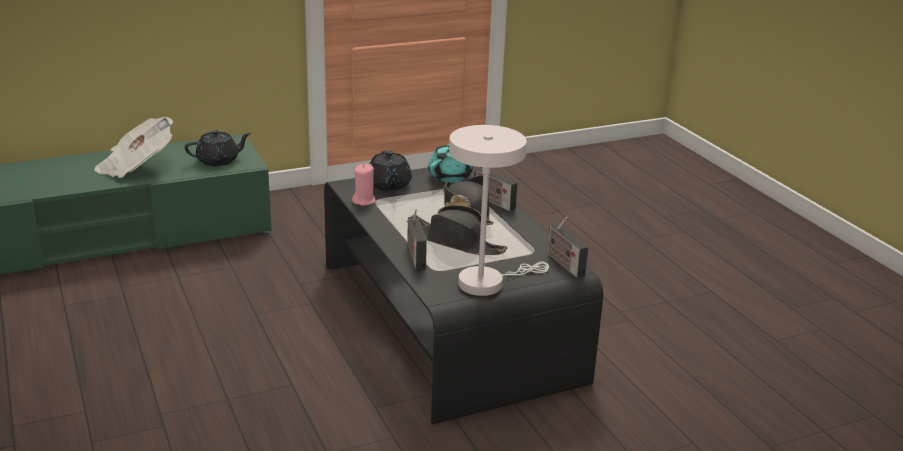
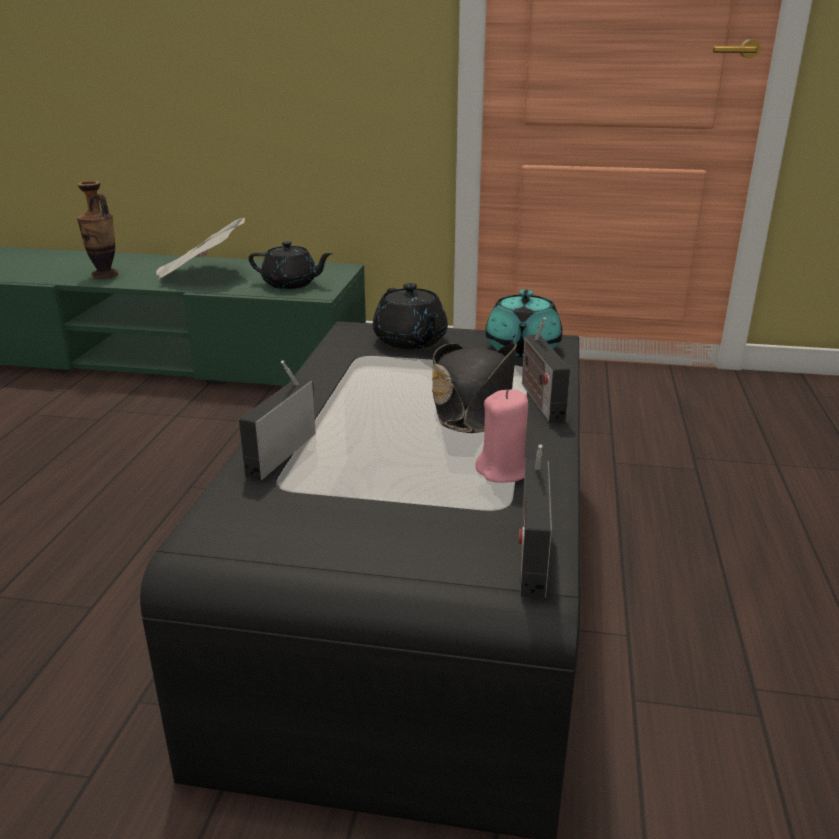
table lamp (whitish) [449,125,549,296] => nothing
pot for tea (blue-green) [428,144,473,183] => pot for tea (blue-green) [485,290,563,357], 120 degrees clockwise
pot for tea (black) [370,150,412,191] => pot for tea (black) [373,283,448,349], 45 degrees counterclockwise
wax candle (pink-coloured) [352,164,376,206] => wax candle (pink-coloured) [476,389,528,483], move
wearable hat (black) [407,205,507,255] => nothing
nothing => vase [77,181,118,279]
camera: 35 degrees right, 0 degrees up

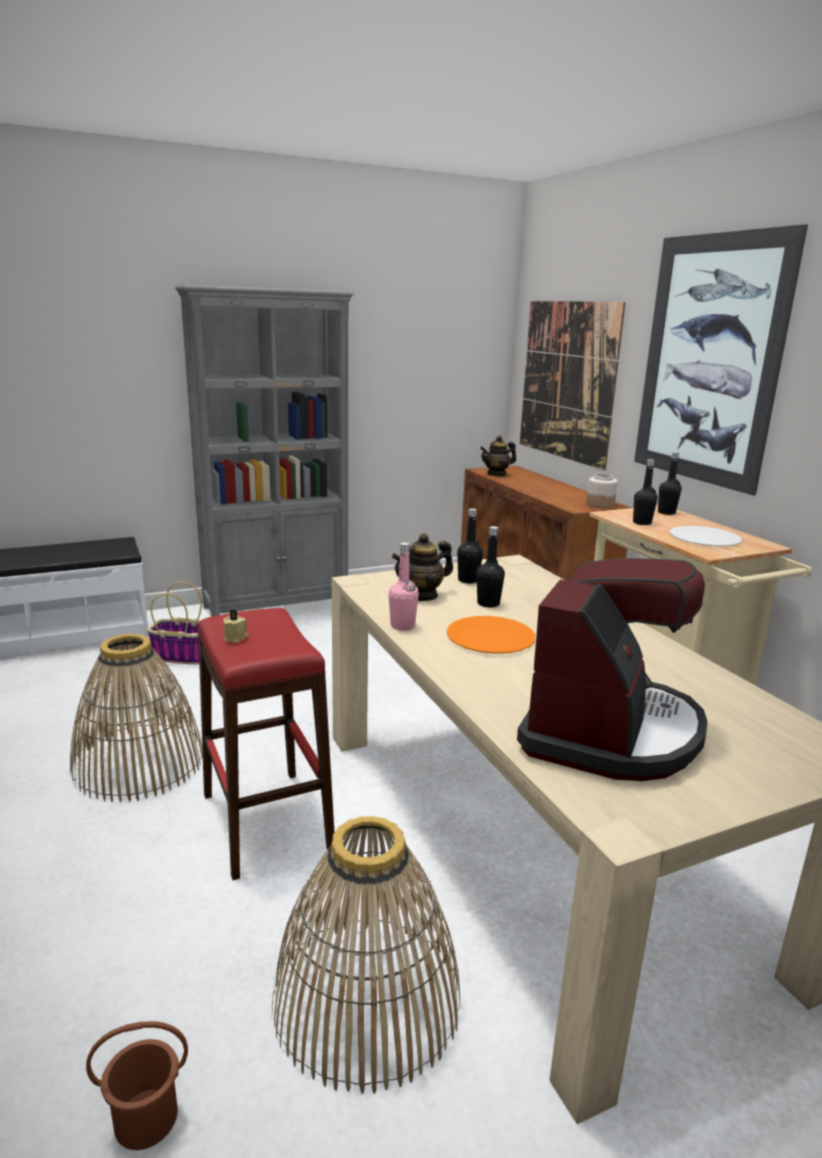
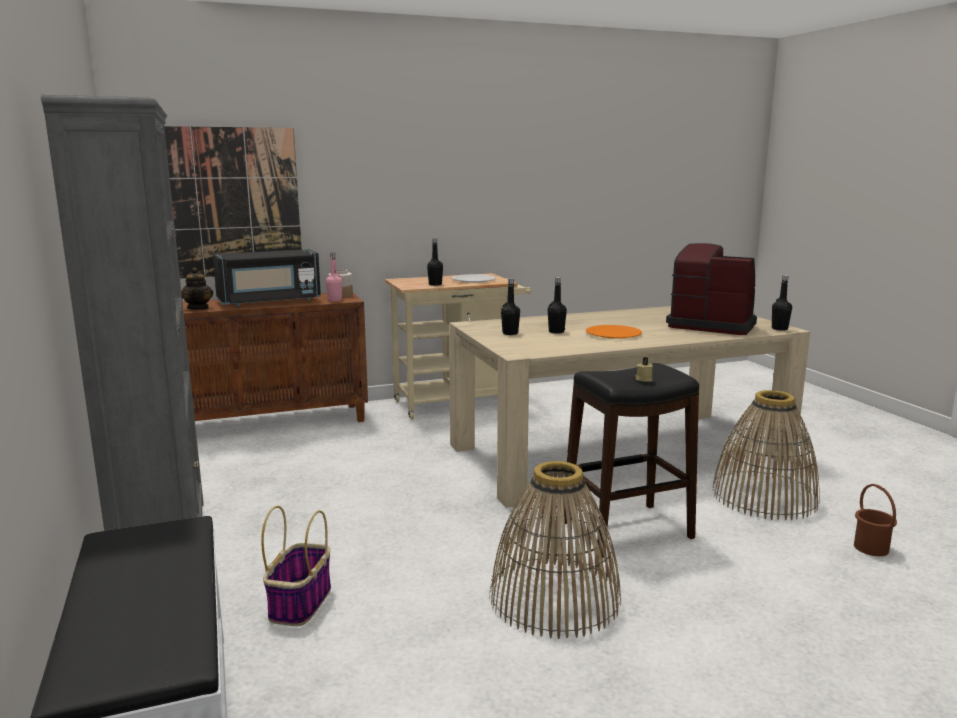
picture [634,224,808,496] => nothing
drink bottle (black) [658,452,682,515] => drink bottle (black) [772,275,792,331], move
pot for tea [392,533,453,601] => nothing
drink bottle (pink-coloured) [388,542,419,631] => drink bottle (pink-coloured) [326,253,342,302], move
sitting stool (reddish) [198,608,334,880] => sitting stool (black) [564,363,699,558]
nothing => microwave (black) [213,249,321,307]
camera: 85 degrees left, 5 degrees down

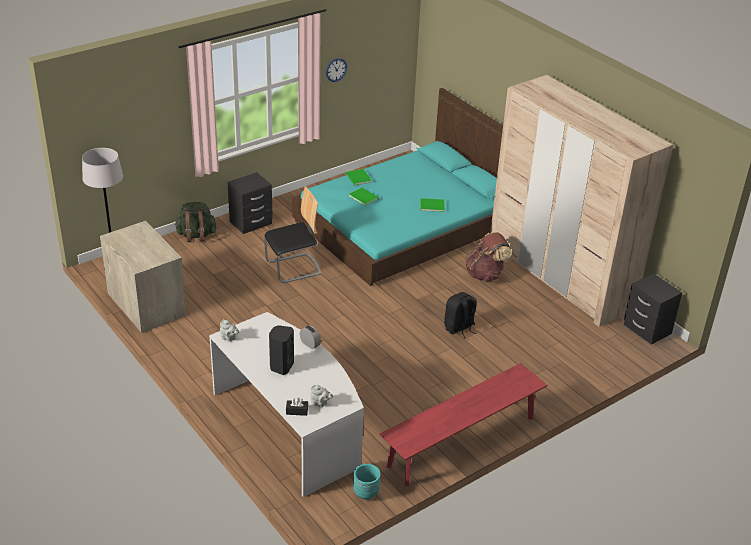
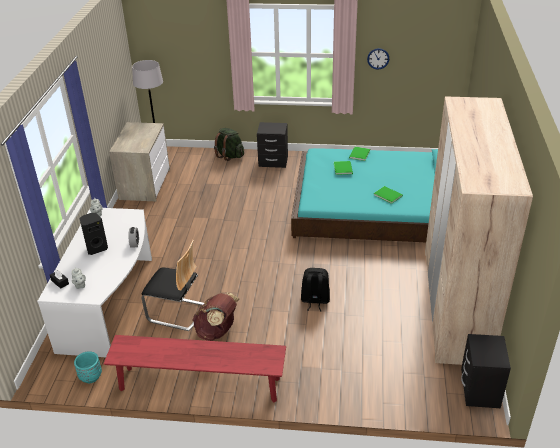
chair [264,186,321,283] => chair [142,240,205,331], move
backpack (brownish) [465,232,512,281] => backpack (brownish) [192,292,239,341], move
camera: 45 degrees right, 0 degrees up

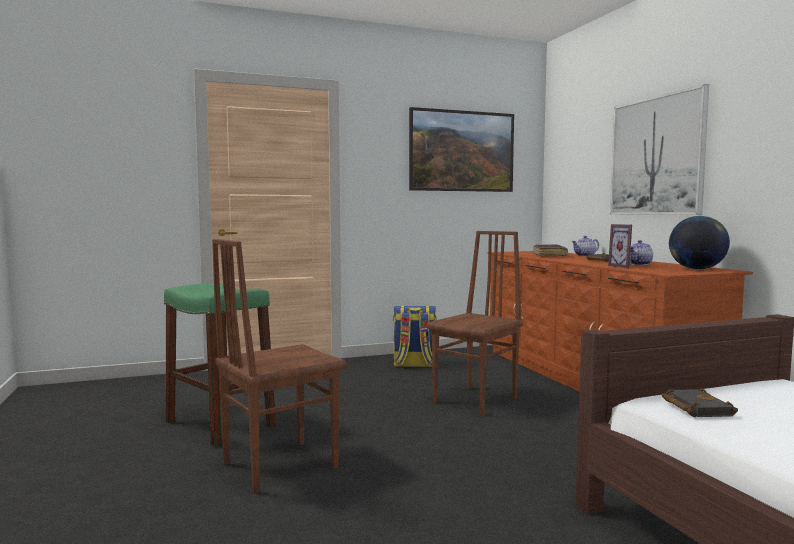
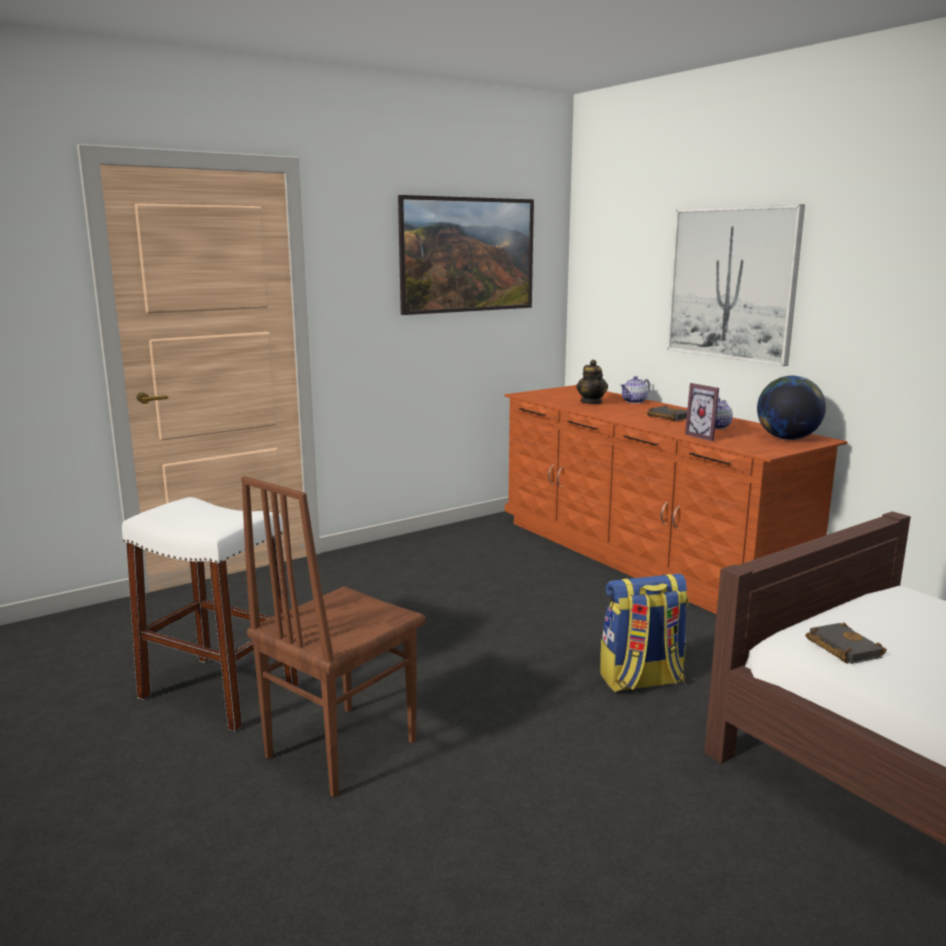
chair (brownish) [427,231,523,416] => nothing
book (brownish) [533,244,568,257] => pot for tea [576,360,608,404]
sitting stool (greenish) [164,283,276,447] => sitting stool (whitish) [122,497,299,731]
backpack [393,306,437,367] => backpack [600,574,689,692], move
camera: 15 degrees left, 10 degrees up

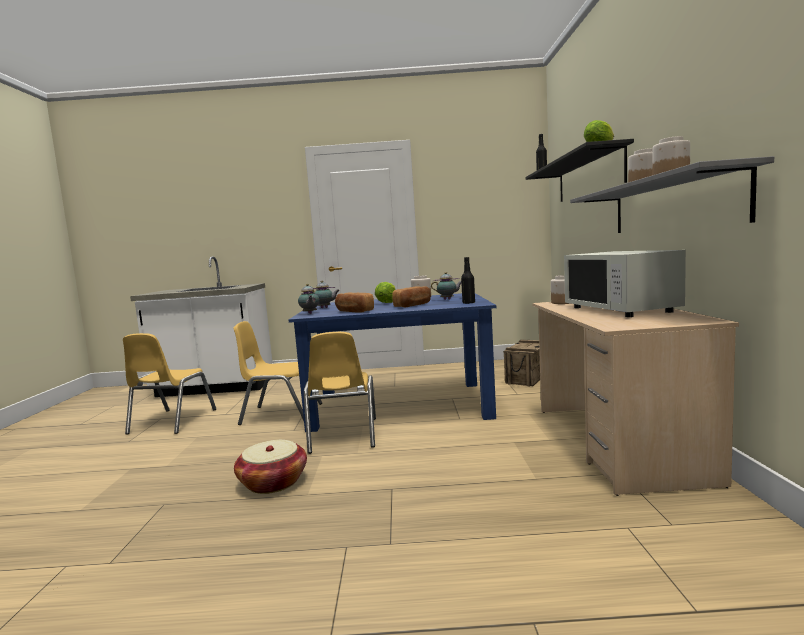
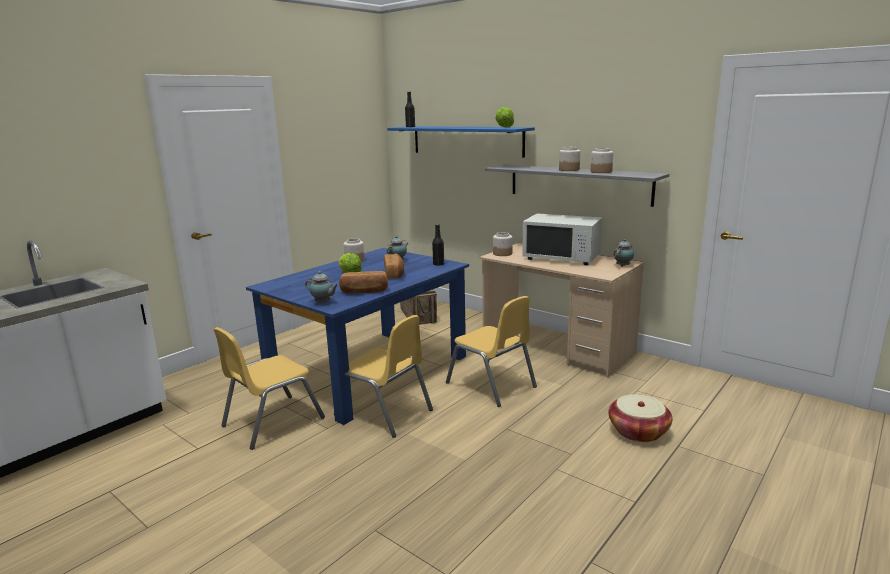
wall shelf (black) [526,139,634,202] => wall shelf (blue) [387,126,535,158]
pot for tea [312,281,340,308] => pot for tea [613,239,634,267], move
chair (yellow-coloured) [123,333,216,435] => chair (yellow-coloured) [446,296,537,407], move
household basket [234,440,307,494] => household basket [608,394,672,442], move
camera: 50 degrees left, 10 degrees up

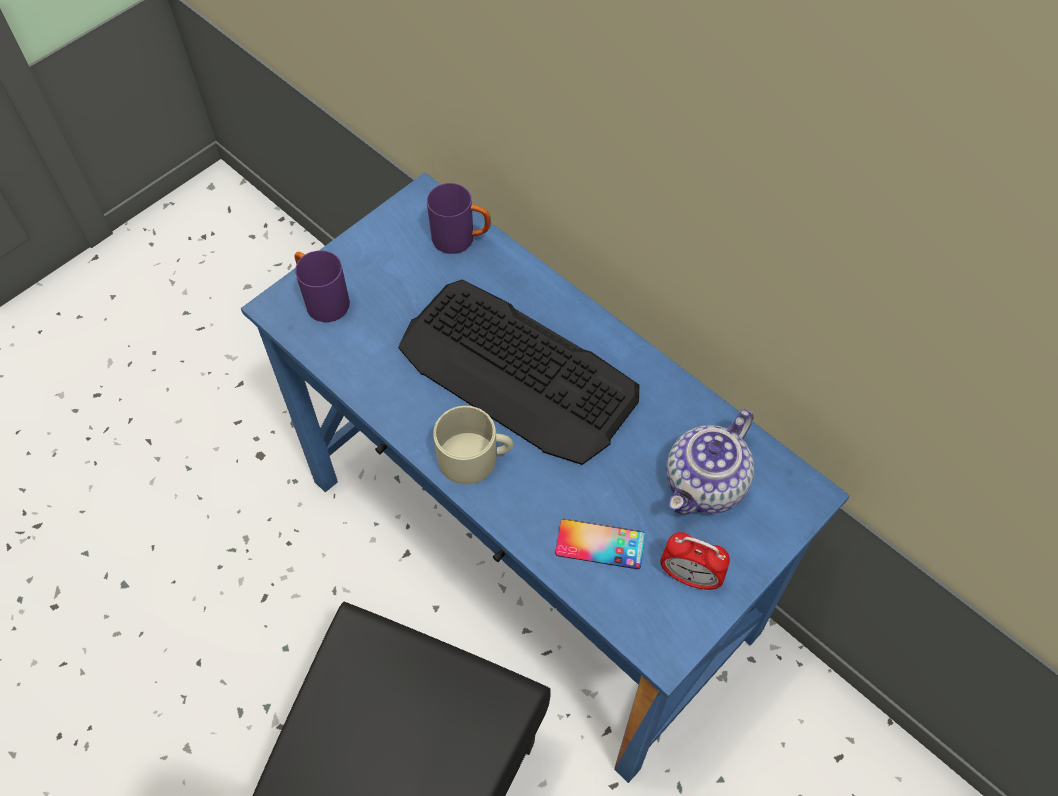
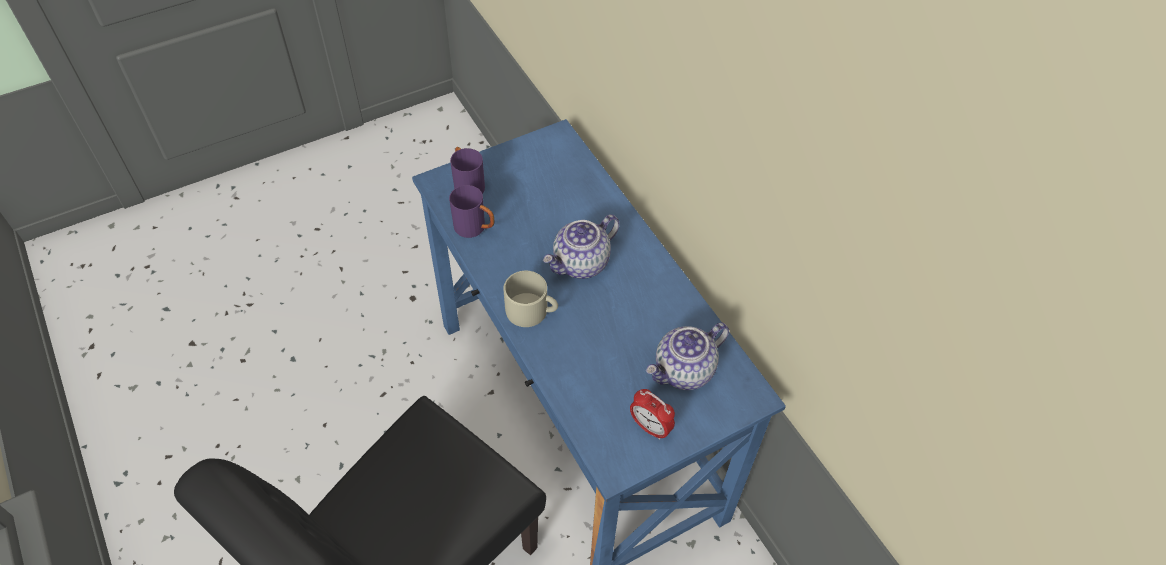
tea mug (purplish) [427,183,491,254] => tea mug (purplish) [449,185,495,238], move
computer keyboard [398,279,639,465] => pot for tea [543,214,620,279]
telephone [555,519,645,569] => nothing
camera: 15 degrees right, 5 degrees down

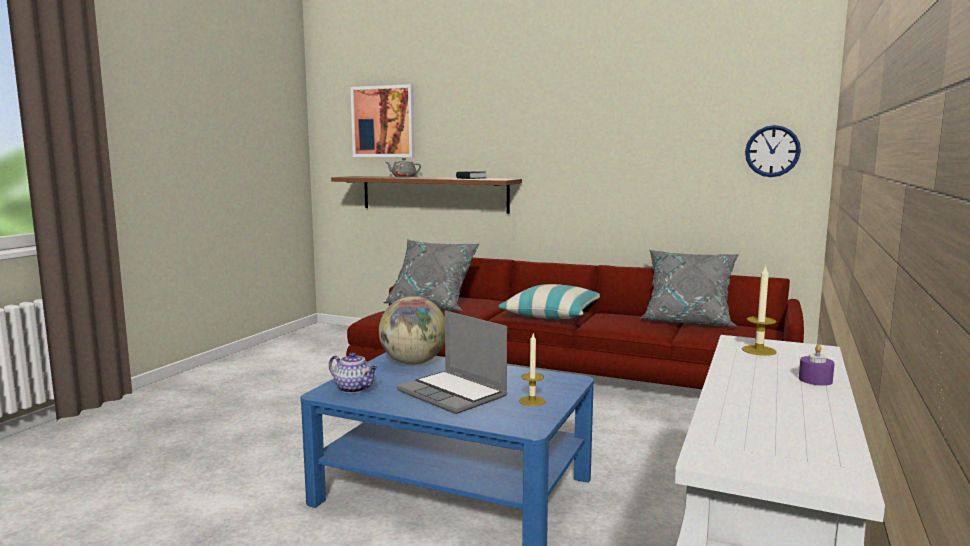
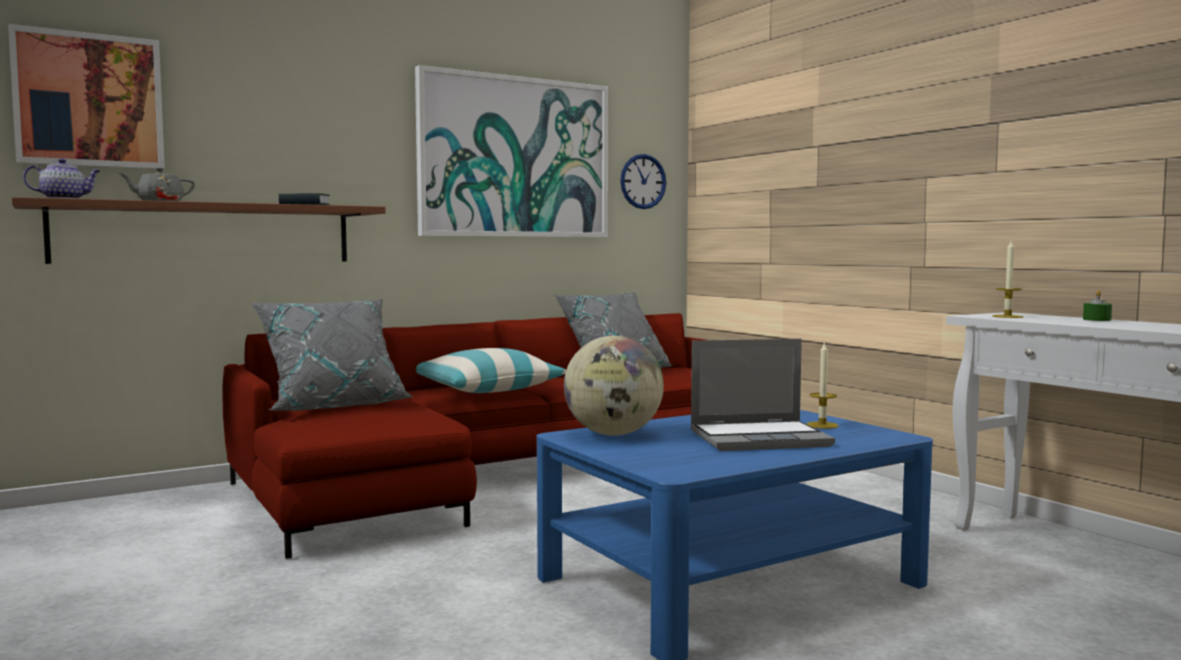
wax candle (purplish) [799,344,835,386] => wax candle (greenish) [1083,290,1112,321]
pot for tea [329,352,378,393] => pot for tea [23,159,100,199], move
nothing => picture [415,65,608,237]
camera: 55 degrees left, 5 degrees down

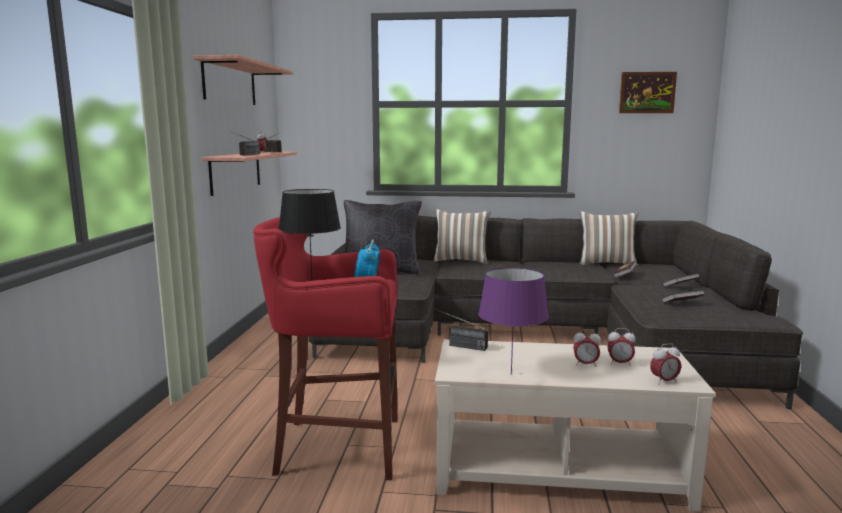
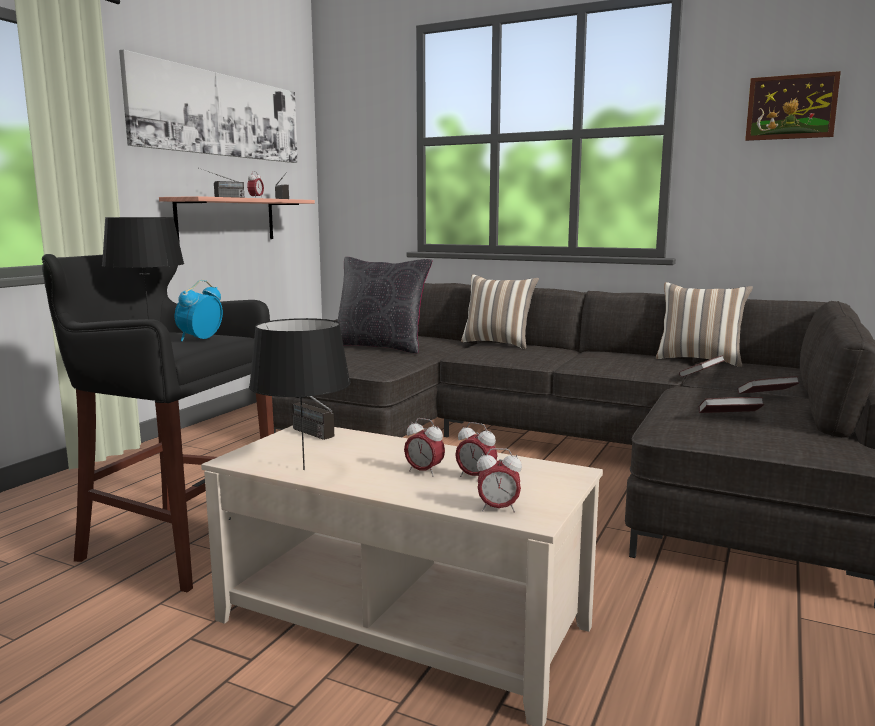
wall shelf [193,55,293,105] => picture [119,50,298,163]
sitting stool (reddish) [253,217,398,480] => sitting stool (black) [42,254,274,592]
table lamp (purplish) [478,267,549,375] => table lamp (black) [249,318,351,470]
camera: 20 degrees right, 0 degrees up

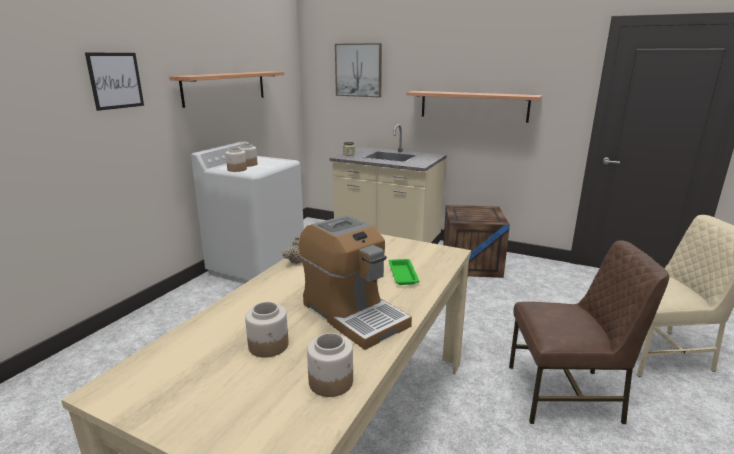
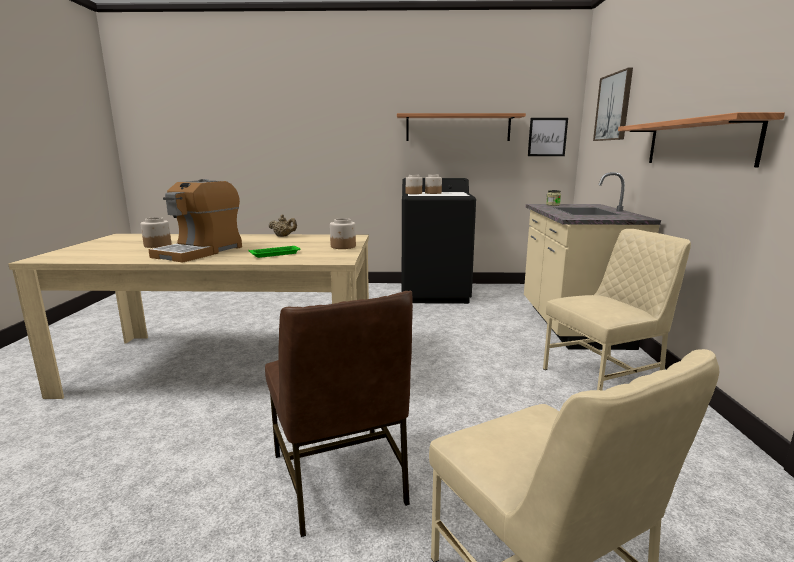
picture [85,53,144,111] => picture [528,118,568,156], move
laundry appliance (whitish) [191,141,304,284] => laundry appliance (black) [402,178,476,304]
crate [443,205,510,278] => chair (beige-coloured) [543,229,691,391]
preserve jar [307,333,353,397] => preserve jar [330,218,356,249], move
camera: 65 degrees right, 5 degrees down

